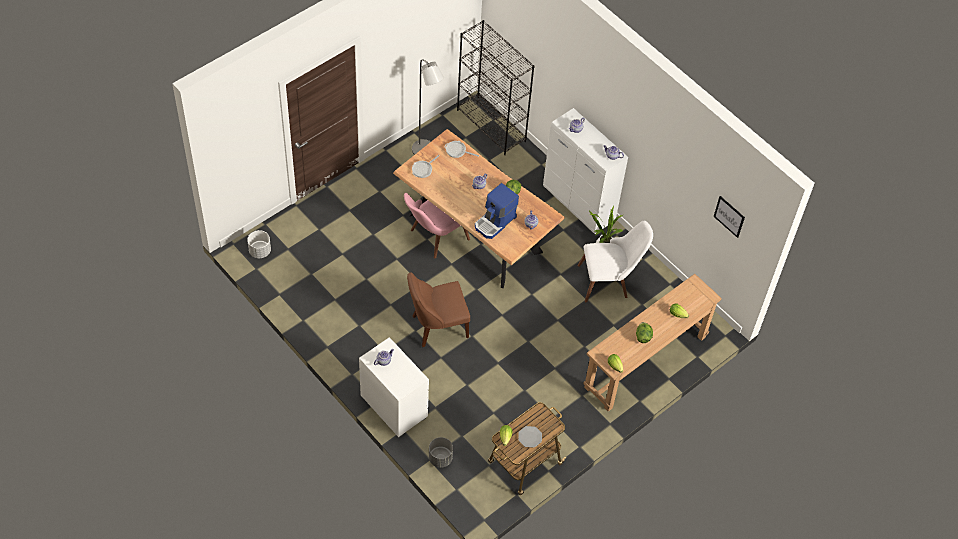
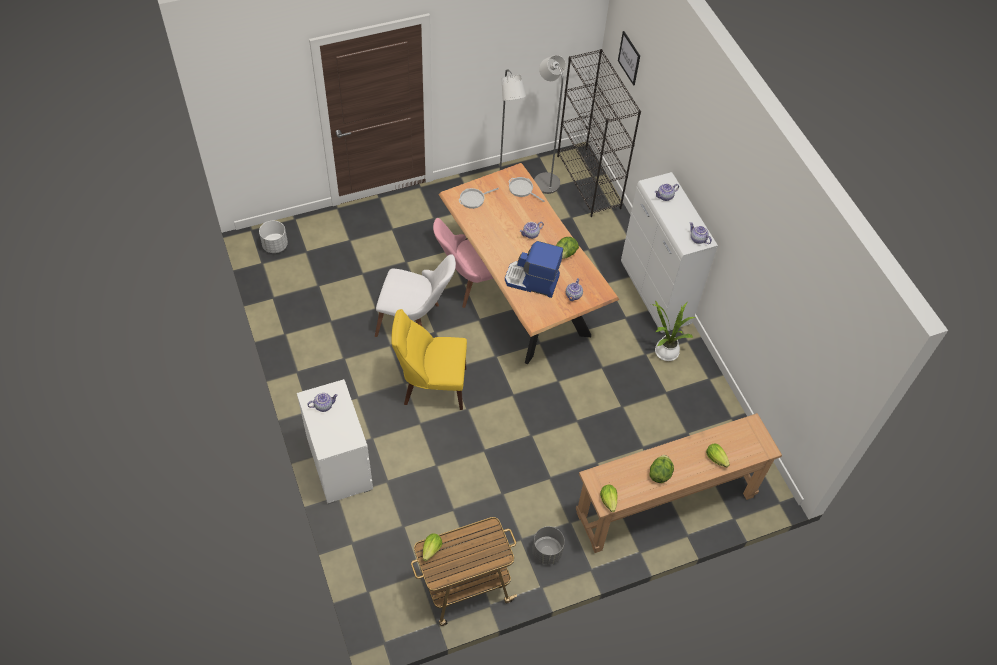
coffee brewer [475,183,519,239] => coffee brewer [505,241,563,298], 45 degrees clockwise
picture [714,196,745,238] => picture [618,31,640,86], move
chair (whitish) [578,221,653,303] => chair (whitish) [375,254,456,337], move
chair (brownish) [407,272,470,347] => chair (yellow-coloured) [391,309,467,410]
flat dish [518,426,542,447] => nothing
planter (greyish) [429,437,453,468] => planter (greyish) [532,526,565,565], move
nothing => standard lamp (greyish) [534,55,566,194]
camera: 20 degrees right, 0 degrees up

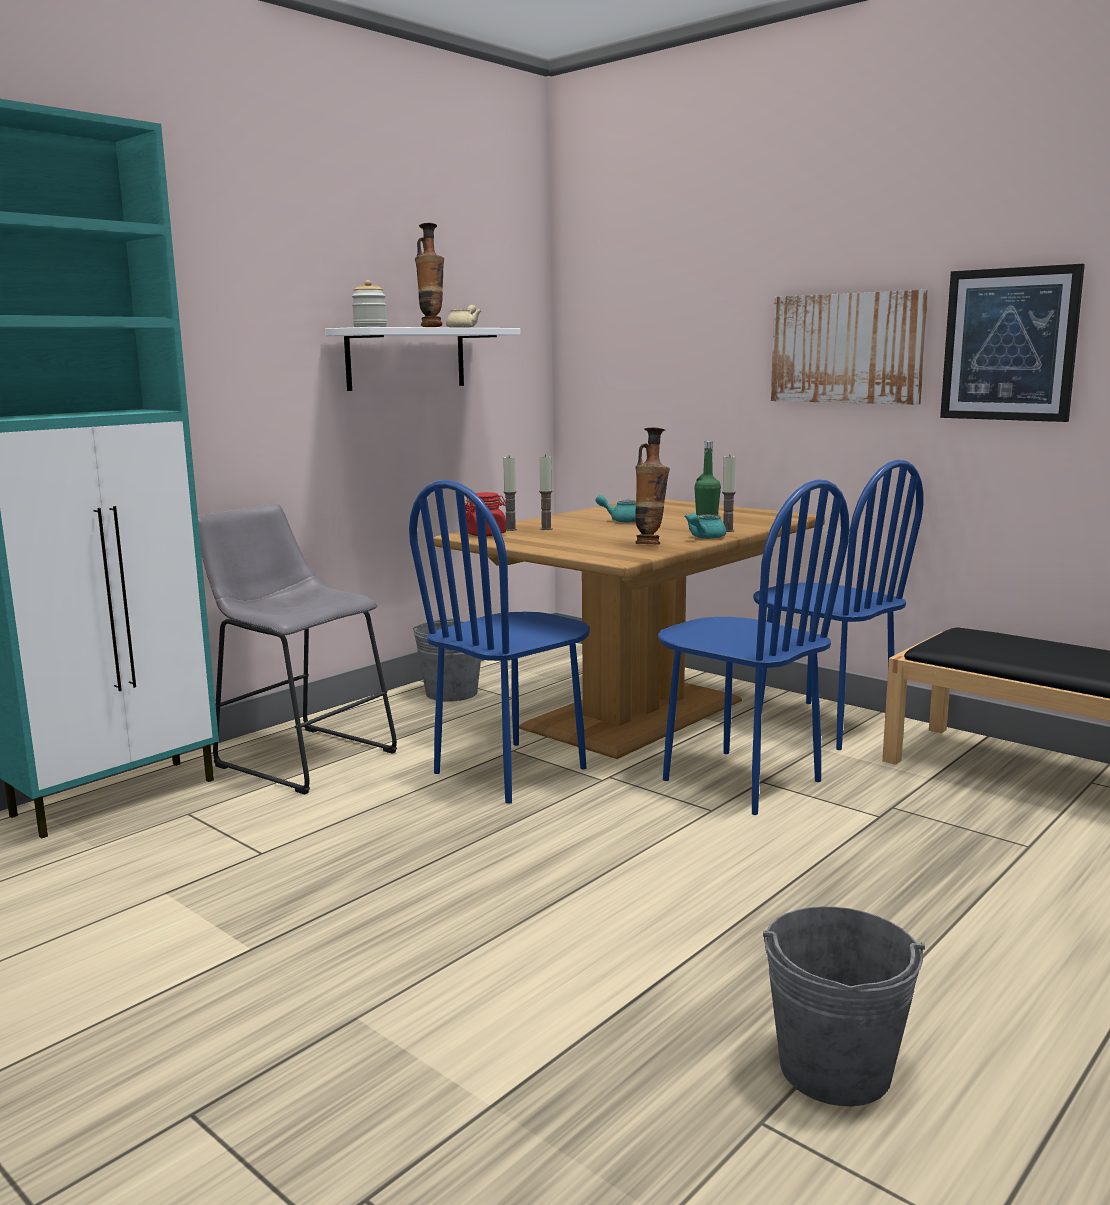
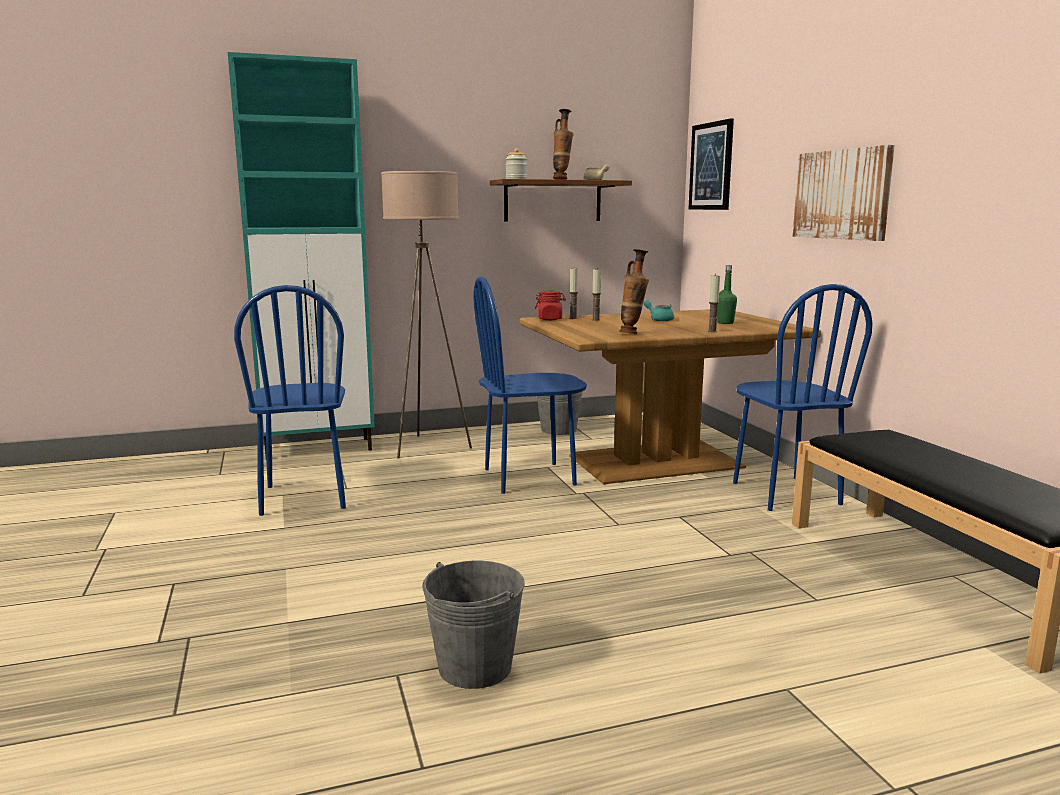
picture [940,264,1085,422] => picture [688,119,734,210], move
wall shelf (whitish) [325,327,521,391] => wall shelf (brownish) [490,179,632,221]
chair (blue) [658,479,849,815] => chair (blue) [234,285,346,516], move
sitting stool (greyish) [198,503,397,794] => standard lamp (beige-coloured) [381,171,472,458]
pot for tea (blue-green) [684,513,726,539] => nothing
camera: 30 degrees right, 0 degrees up

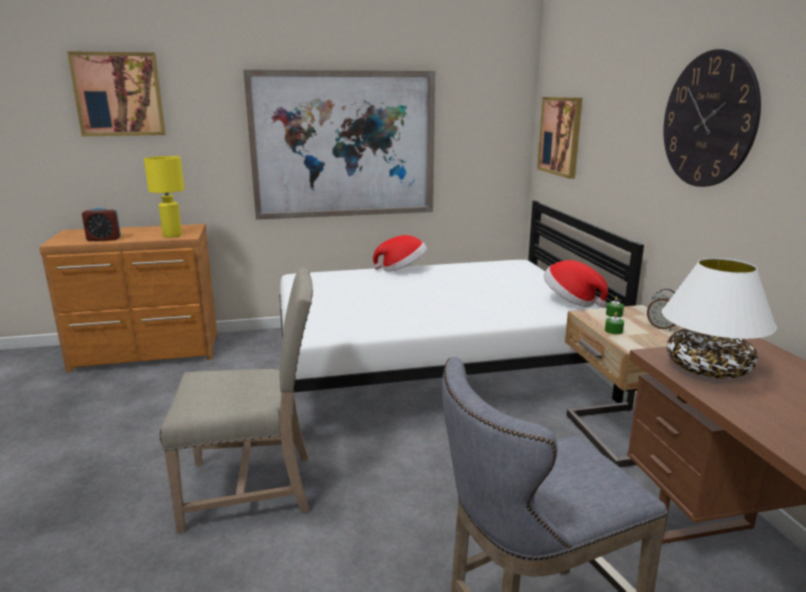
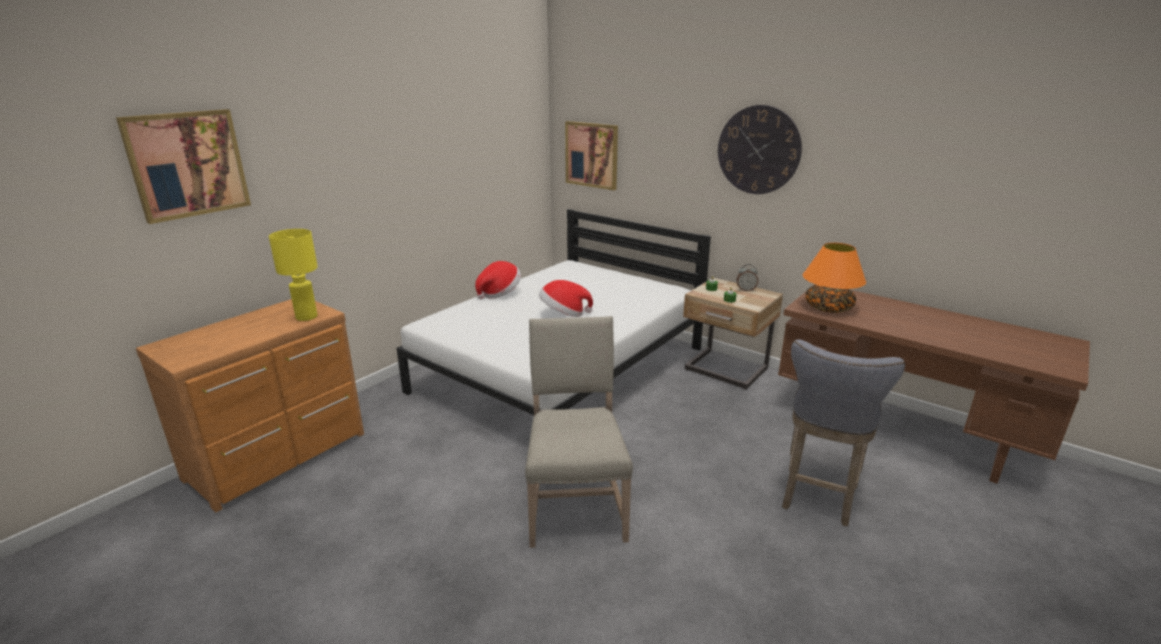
picture [244,70,435,220] => nothing
table clock [82,207,121,241] => nothing
table lamp (whitish) [662,258,777,379] => table lamp (orangey) [803,243,866,313]
wearable hat [544,260,608,307] => wearable hat [539,280,593,317], move
chair (beige-coloured) [159,268,313,533] => chair (beige-coloured) [525,316,633,548], 45 degrees counterclockwise
camera: 40 degrees left, 5 degrees up

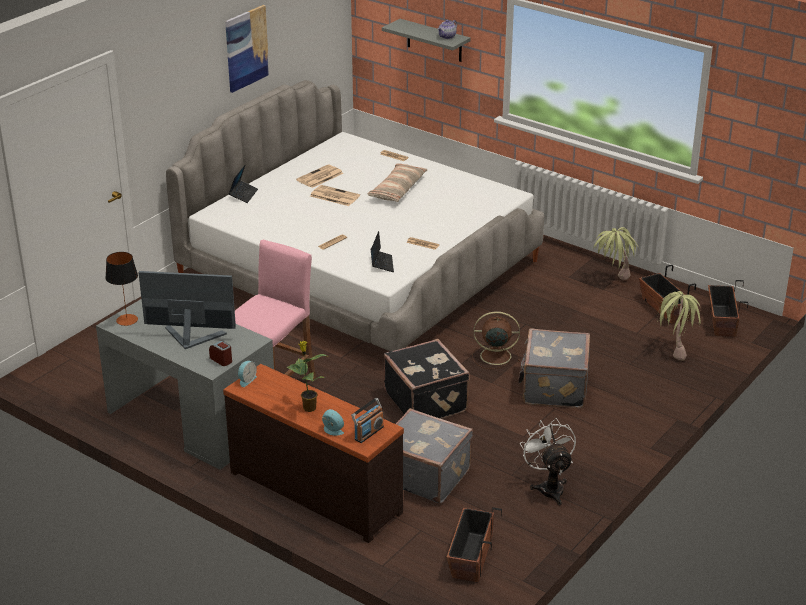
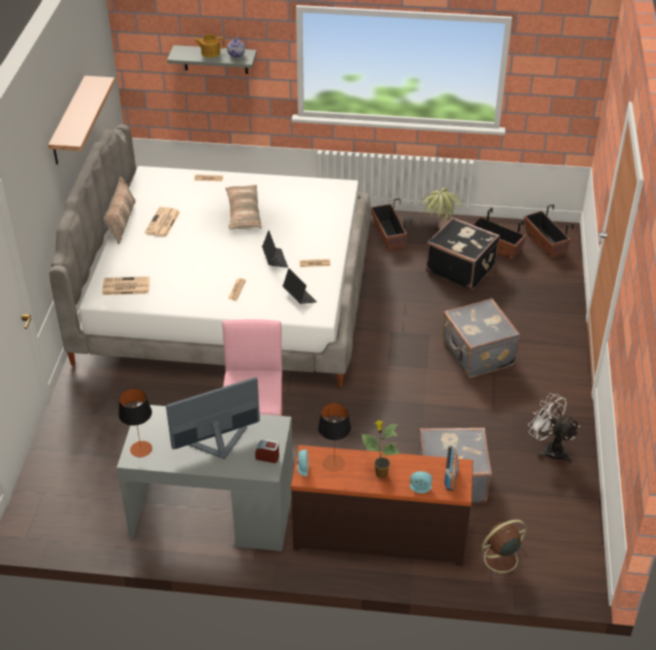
picture [225,5,269,93] => wall shelf [48,76,115,164]
laptop [229,164,258,203] => laptop [262,230,288,268], move
daily paper [310,185,360,206] => daily paper [102,277,150,295], move
houseplant [657,291,701,361] => nothing
electric fan (brownish) [472,311,520,369] => electric fan (brownish) [475,520,528,581], move
suitcase (black) [384,339,470,419] => suitcase (black) [426,217,500,290], move
planter [447,507,502,582] => planter [371,198,412,251], move
nothing => pot for tea [194,35,225,58]
nothing => cushion [104,177,136,244]
nothing => table lamp [318,403,351,472]
camera: 30 degrees left, 10 degrees up

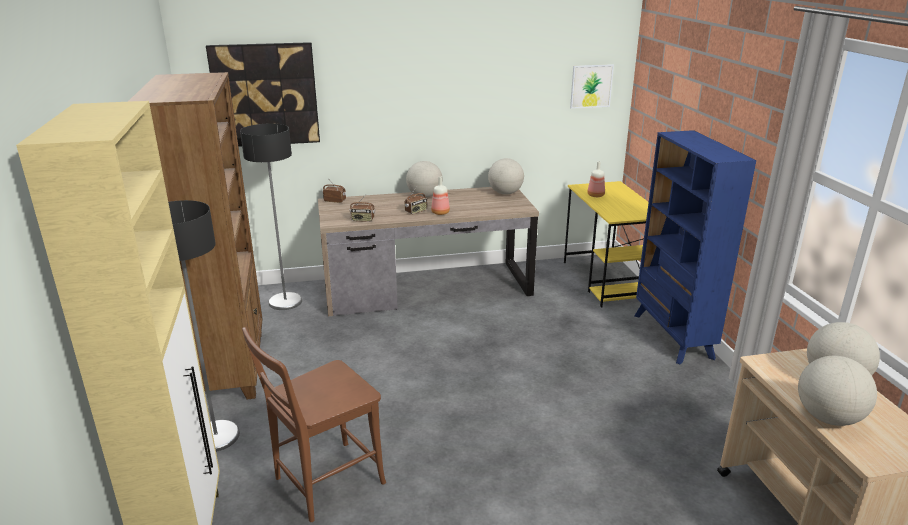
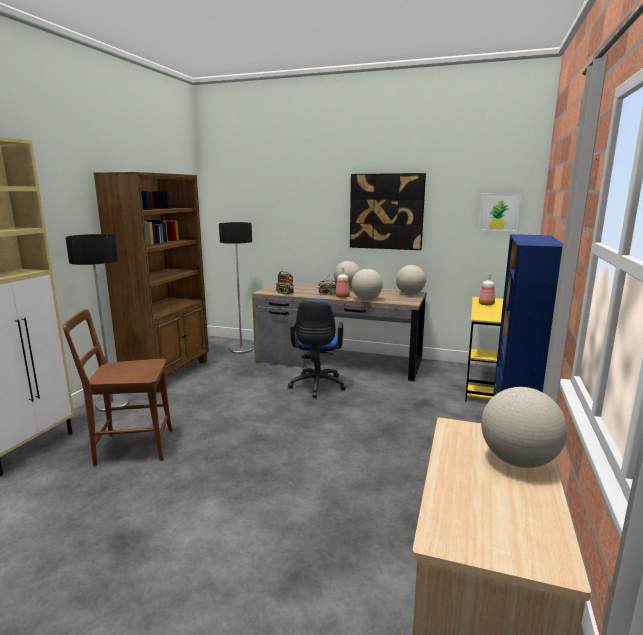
picture [206,42,320,147] => picture [350,173,426,250], move
globe [798,356,877,426] => globe [351,269,383,300], move
nothing => computer chair (blue) [288,298,346,398]
camera: 30 degrees right, 10 degrees down

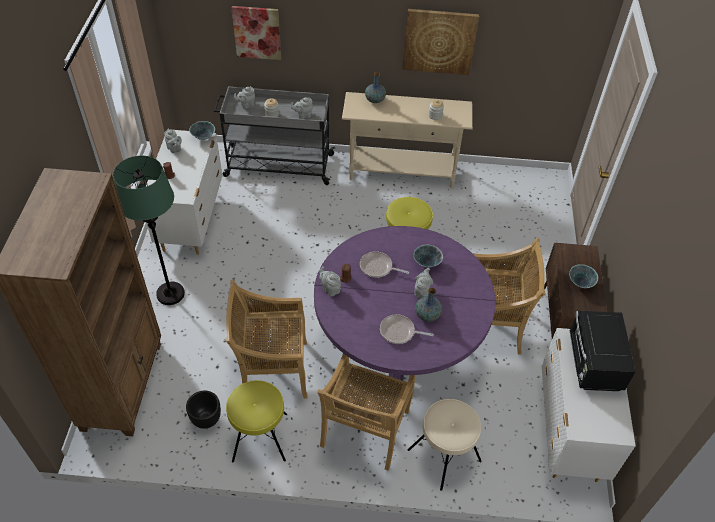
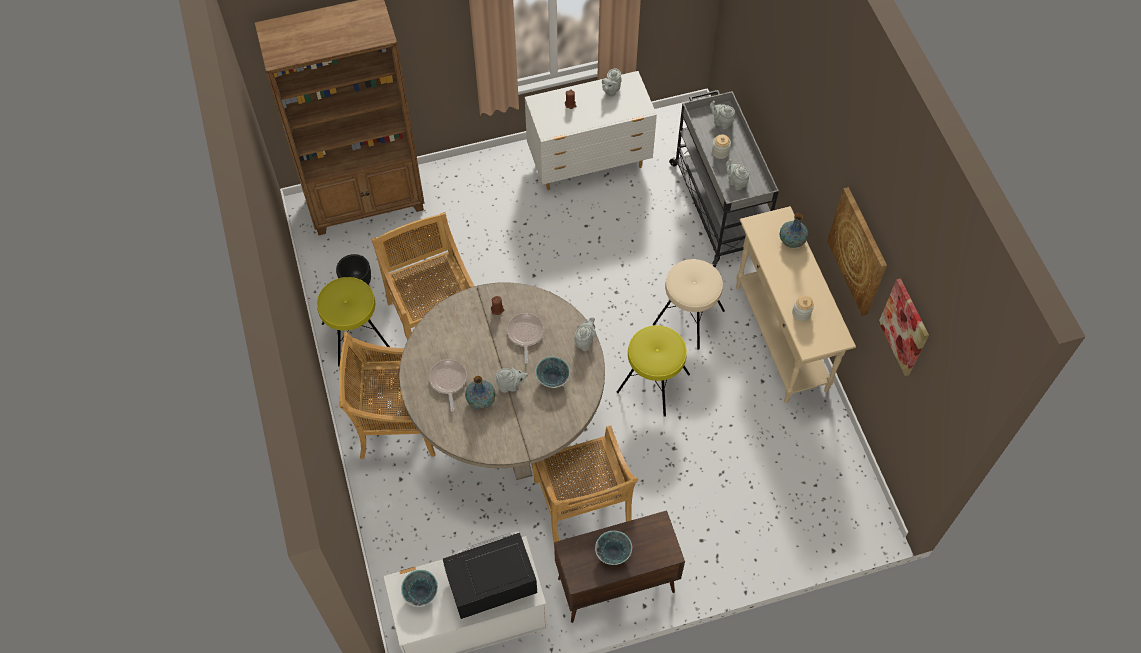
picture [231,6,281,60] => picture [879,278,929,376], move
deep dish [189,121,215,140] => deep dish [401,570,438,607], move
standard lamp (greenish) [113,156,185,305] => nothing
dinner table (purplish) [314,226,496,391] => dinner table (beige-coloured) [399,282,605,480]
pot for tea (greyish) [319,266,341,297] => pot for tea (greyish) [574,317,597,351], move
sitting stool (beige-coloured) [408,399,482,491] => sitting stool (beige-coloured) [653,259,725,350], move
camera: 70 degrees right, 10 degrees up

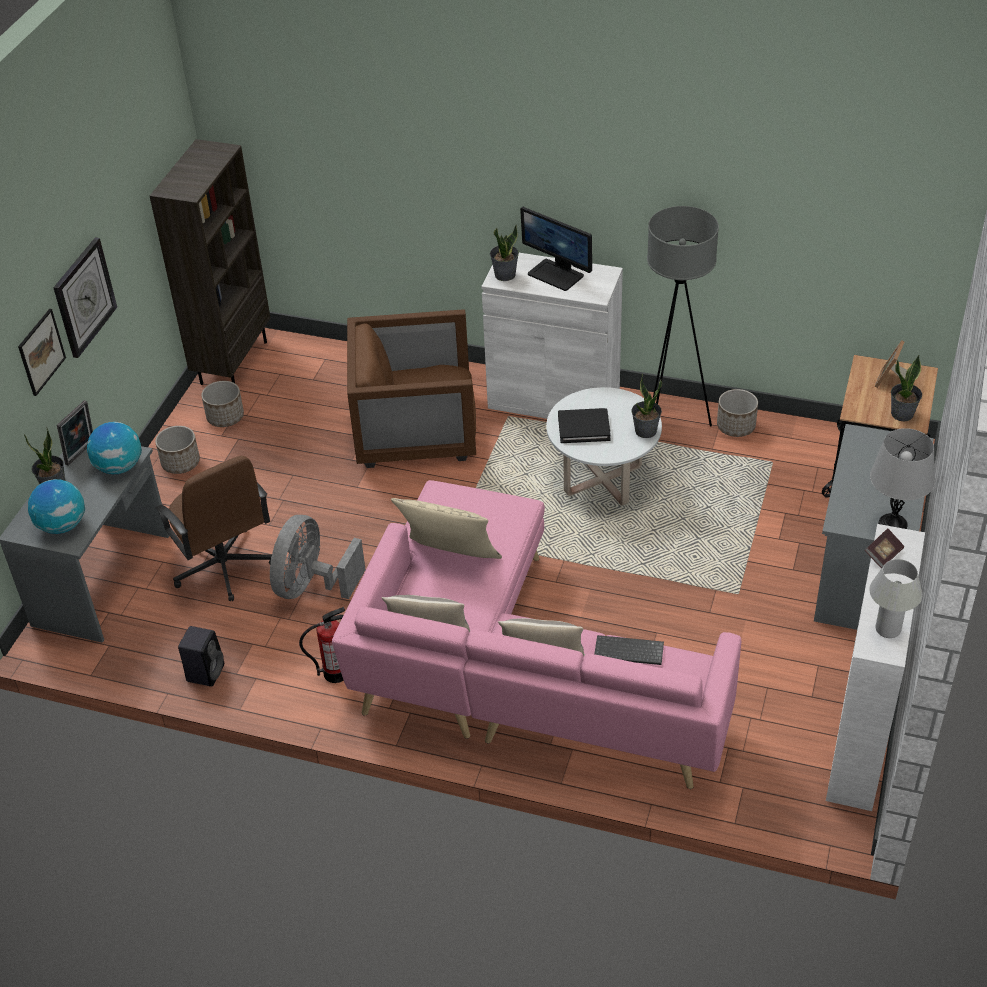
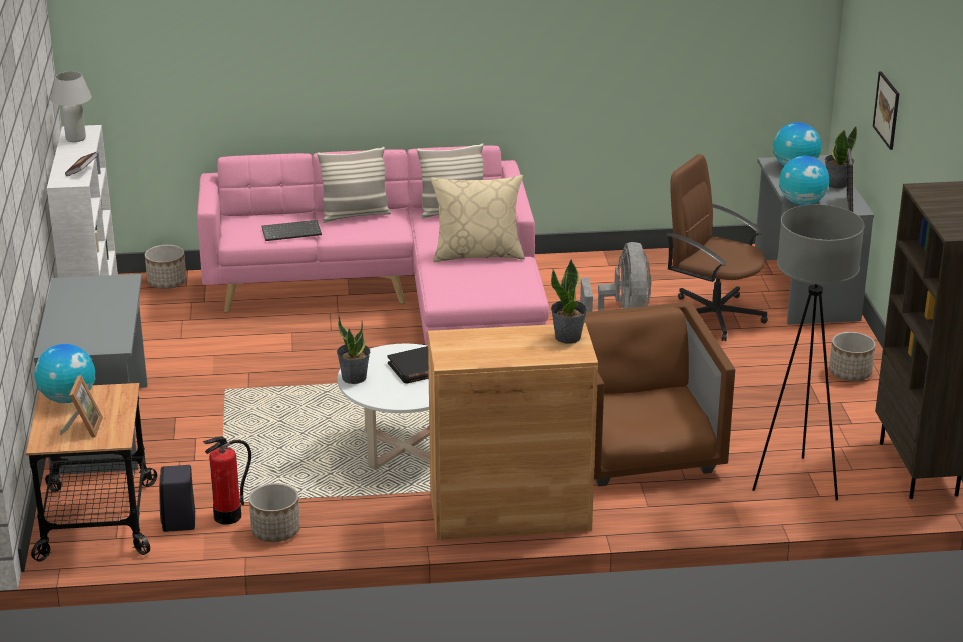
standard lamp (greyish) [647,206,719,427] => standard lamp (greyish) [752,204,865,501], move
computer display [520,207,592,291] => nothing
wall clock [53,238,117,358] => nothing
cupboard (whitish) [481,253,623,419] => cupboard (brownish) [428,323,598,540]
lounge chair (brownish) [347,309,476,468] => lounge chair (brownish) [584,302,735,487], 75 degrees counterclockwise
houseplant [891,355,922,421] => globe [34,344,96,403]
planter [201,381,244,427] => planter [145,245,186,289], move
table lamp (greyish) [870,428,935,529] => nothing
fire extinguisher [299,607,345,683] => fire extinguisher [203,437,251,525], move
loudspeaker (black) [178,626,224,687] => loudspeaker (black) [159,465,195,532], move
camera: 155 degrees right, 15 degrees down

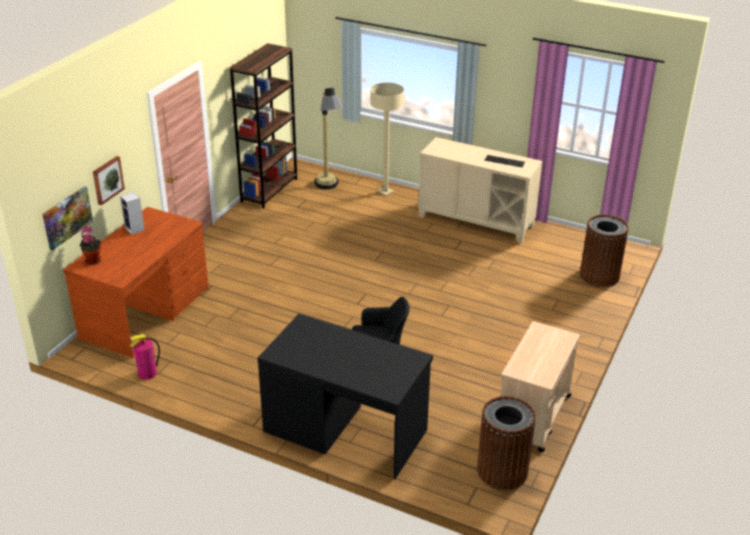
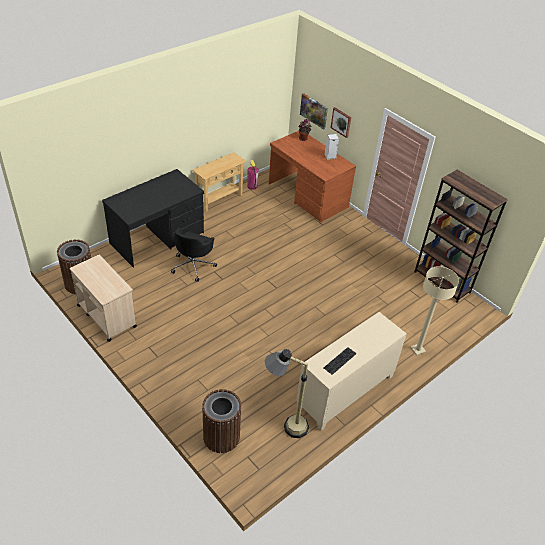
standard lamp [314,88,344,189] => standard lamp [264,349,309,438], move
nothing => console table (beige-coloured) [192,152,246,212]
camera: 110 degrees right, 10 degrees up

